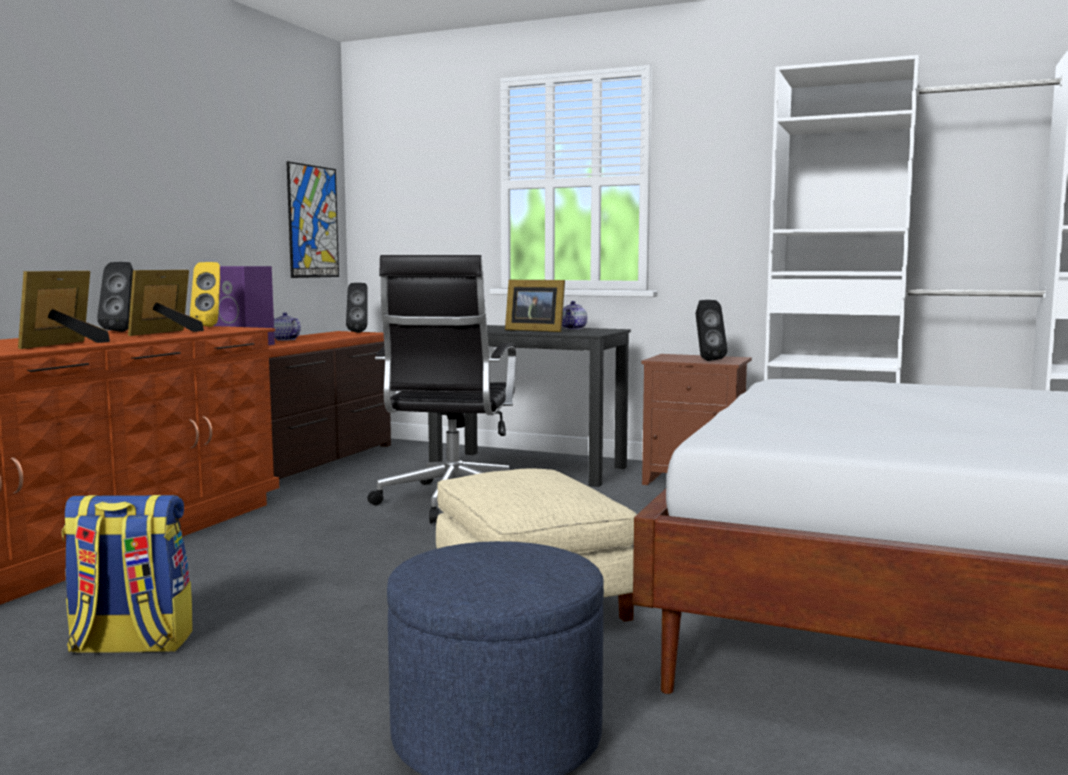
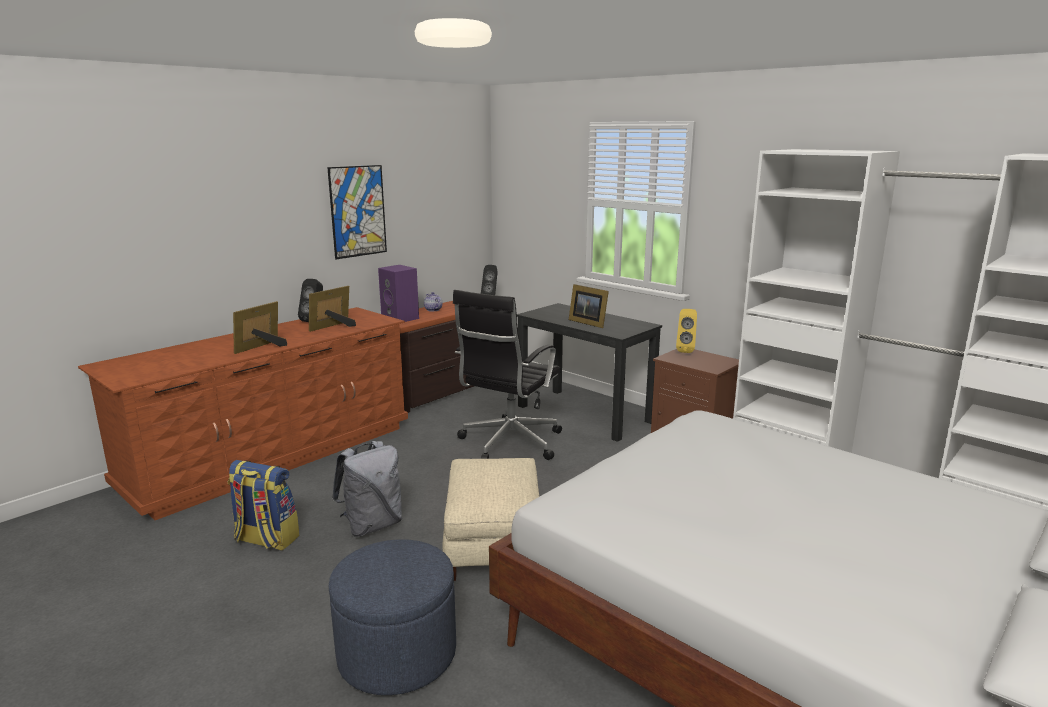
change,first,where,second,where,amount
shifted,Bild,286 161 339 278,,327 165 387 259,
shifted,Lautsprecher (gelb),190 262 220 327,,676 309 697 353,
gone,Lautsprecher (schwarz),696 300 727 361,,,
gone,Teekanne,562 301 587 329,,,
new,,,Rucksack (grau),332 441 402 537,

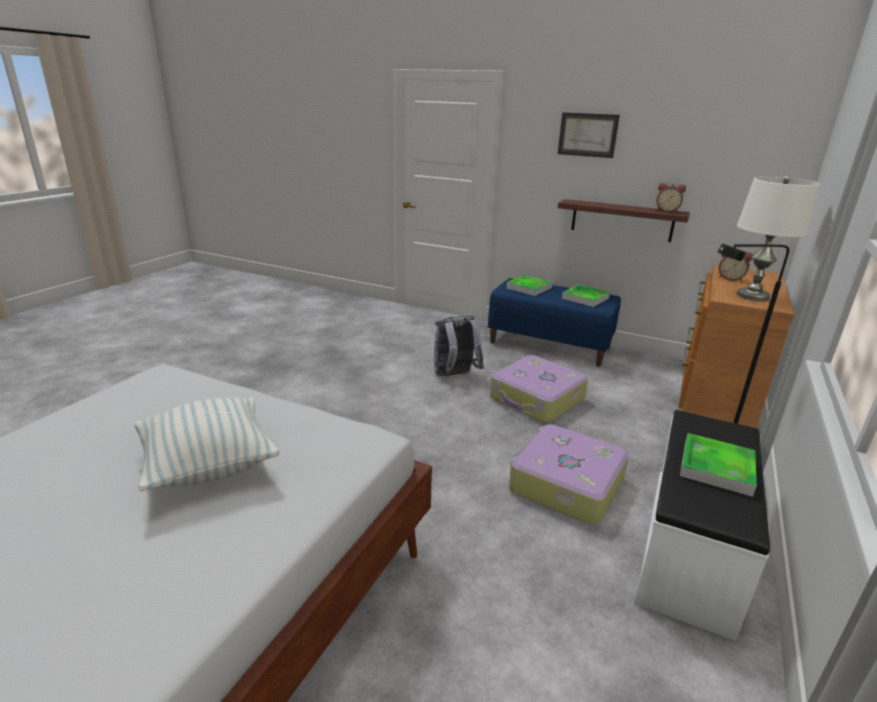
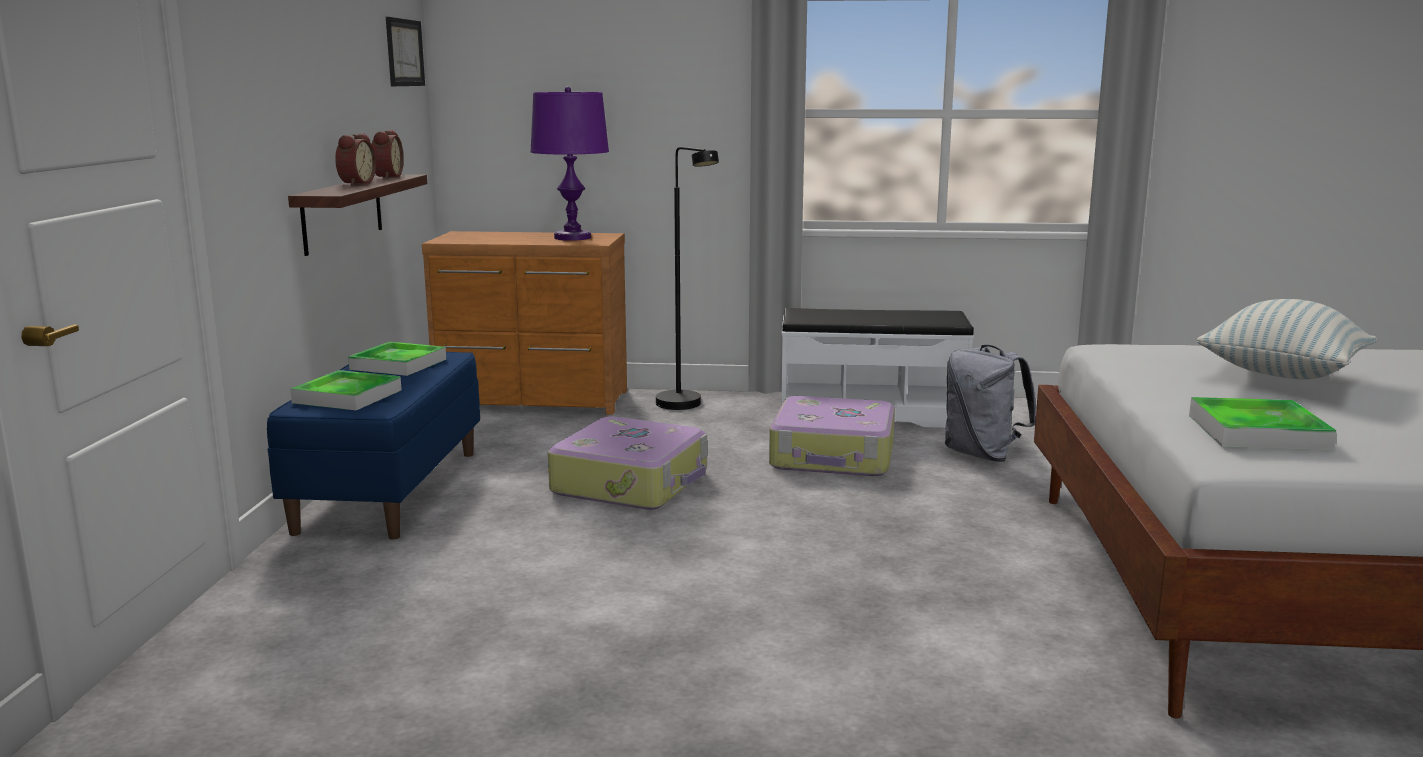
change,first,where,second,where,amount
shifted,Bild,558 112 620 158,,386 17 425 86,
repainted,Tischlampe (weiß),737 176 820 301,Tischlampe (lila),530 87 609 241,
shifted,Wecker,719 252 753 281,,335 133 376 185,
shifted,Rucksack (grau),434 315 484 376,,945 345 1036 462,
shifted,Tablett,680 433 757 497,,1189 397 1336 450,

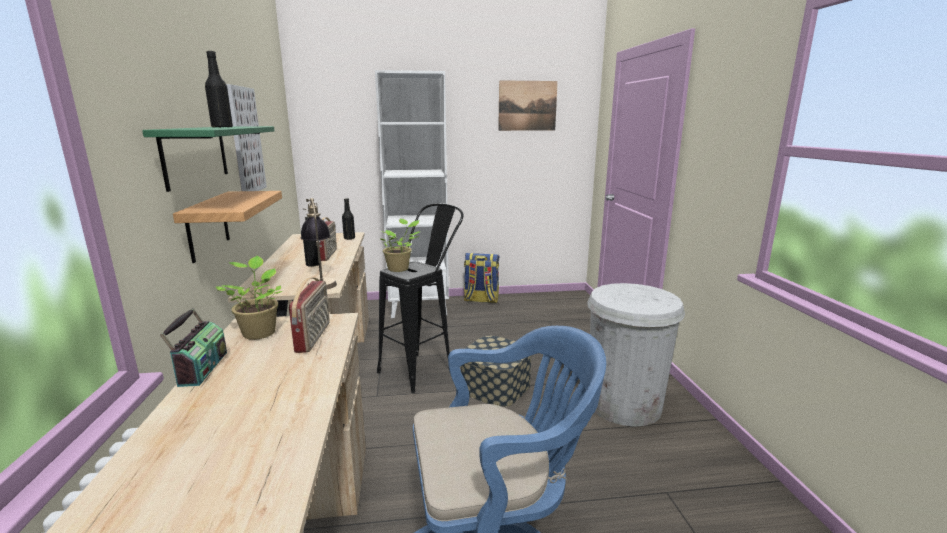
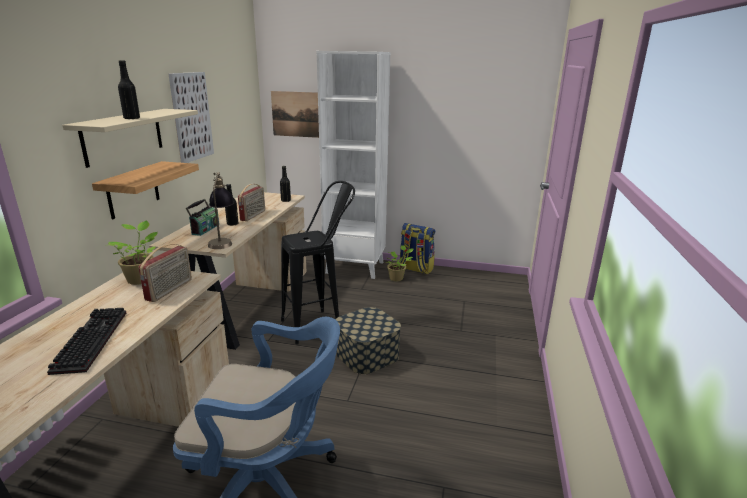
change,first,where,second,where,amount
shifted,Bild,498 80 558 131,,271 91 319 138,
repainted,Wandregal (grün),142 126 274 192,Wandregal (beige),62 109 198 168,
shifted,Topfpflanze,380 219 421 272,,386 245 413 281,
gone,Mülleimer (weiß),587 283 685 427,,,
shifted,Radio,160 308 227 387,,186 199 219 236,
new,,,Tastatur,47 308 126 375,

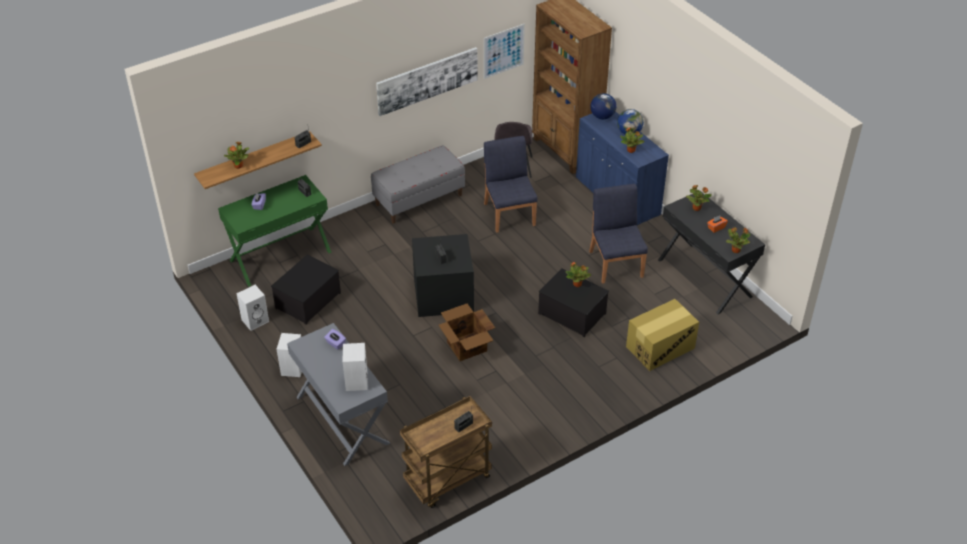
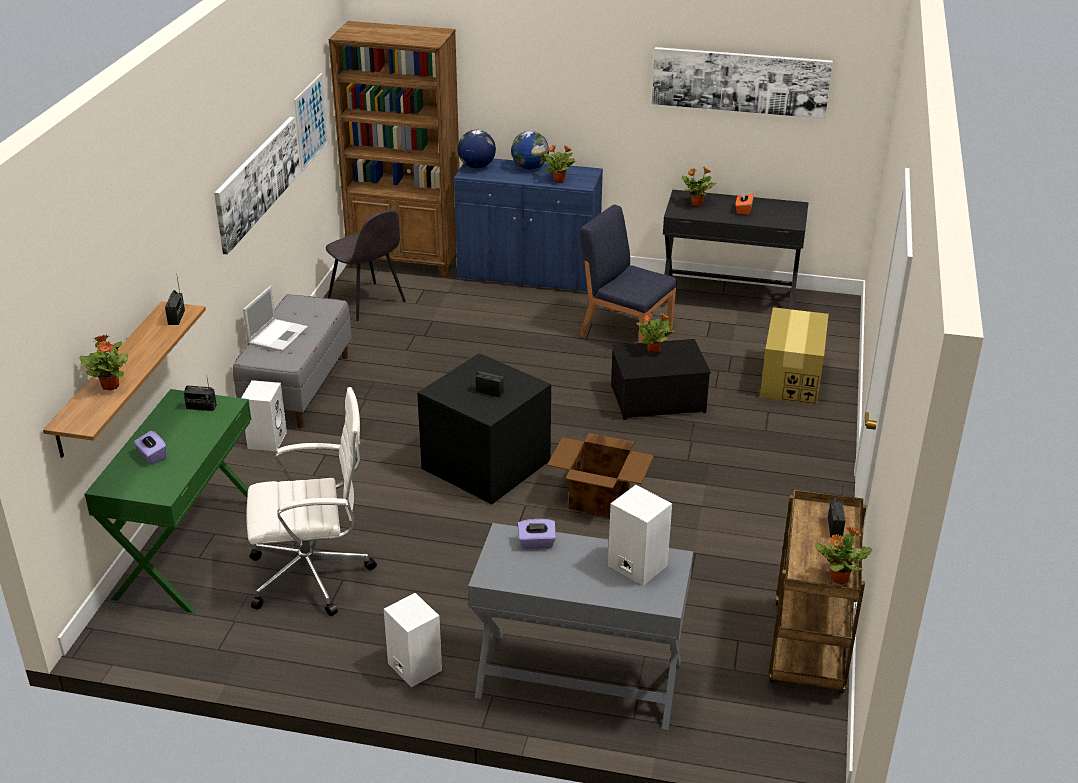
change,first,where,second,where,amount
gone,Stuhl (blau),484 136 537 233,,,
shifted,Topfpflanze,726 227 751 253,,815 526 872 584,
swapped,Aufbewahrungsbox,271 255 341 325,Bürostuhl (weiß),246 387 377 616,
shifted,Lautsprecher (weiß),236 285 269 331,,241 380 287 451,
new,,,Bild,652 47 833 119,
new,,,Laptop,243 286 308 352,

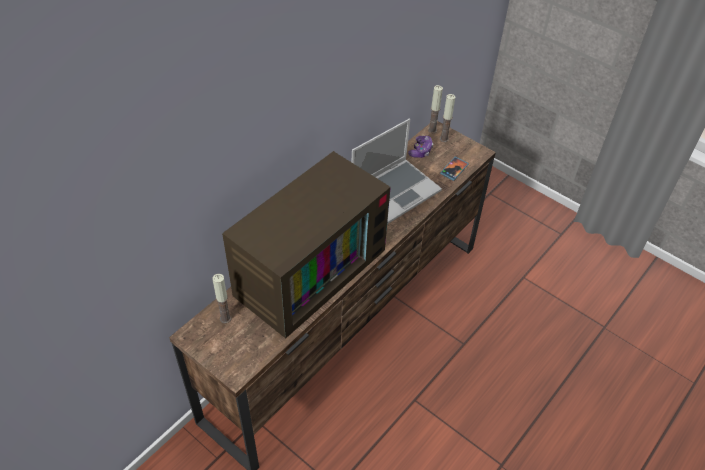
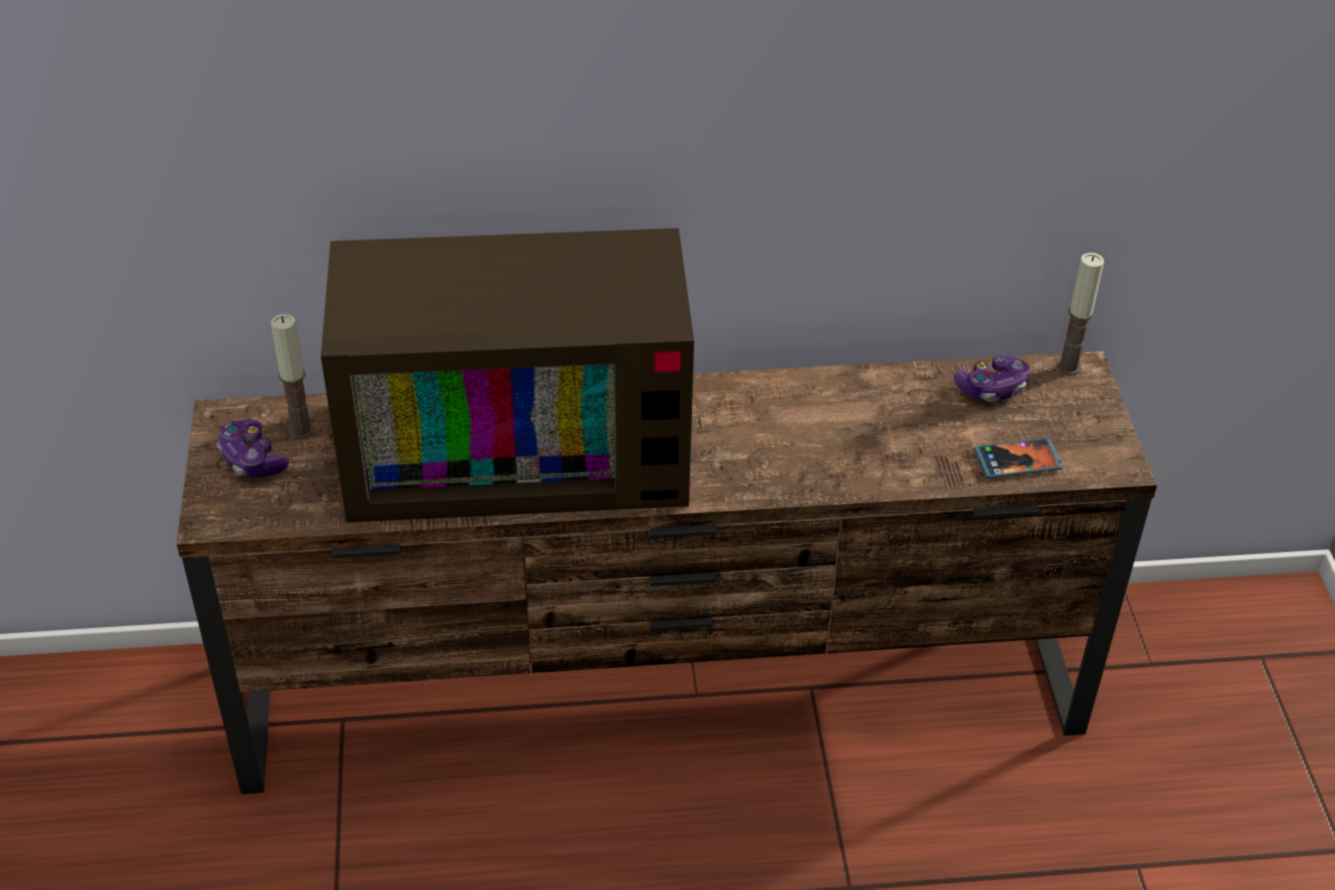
change,first,where,second,where,amount
gone,Kerze,440 94 455 142,,,
gone,Laptop,352 119 442 224,,,
new,,,Gamepad,217 419 289 478,

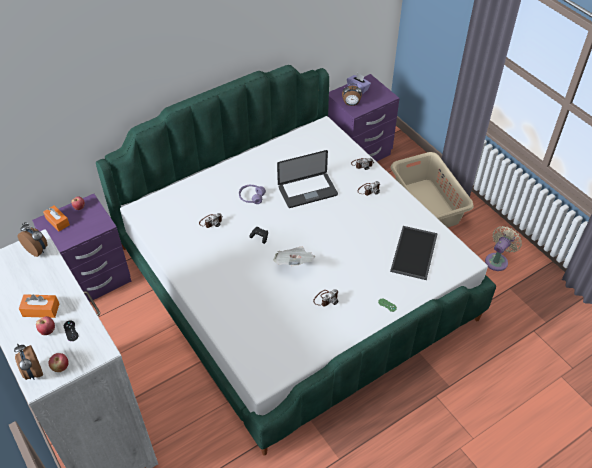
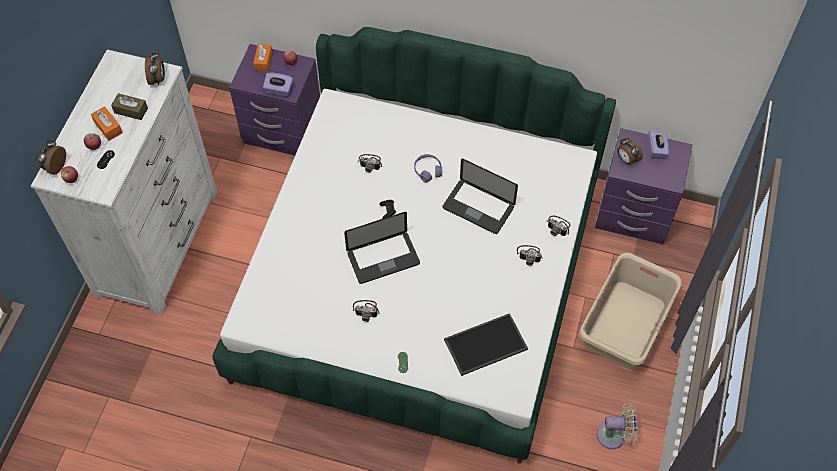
change,first,where,second,where,amount
swapped,Zeitung,273 246 316 266,Laptop,344 212 420 284,
new,,,Taschentuchbox (lila),263 73 293 97,
new,,,Taschentuchbox (braun),111 93 148 120,

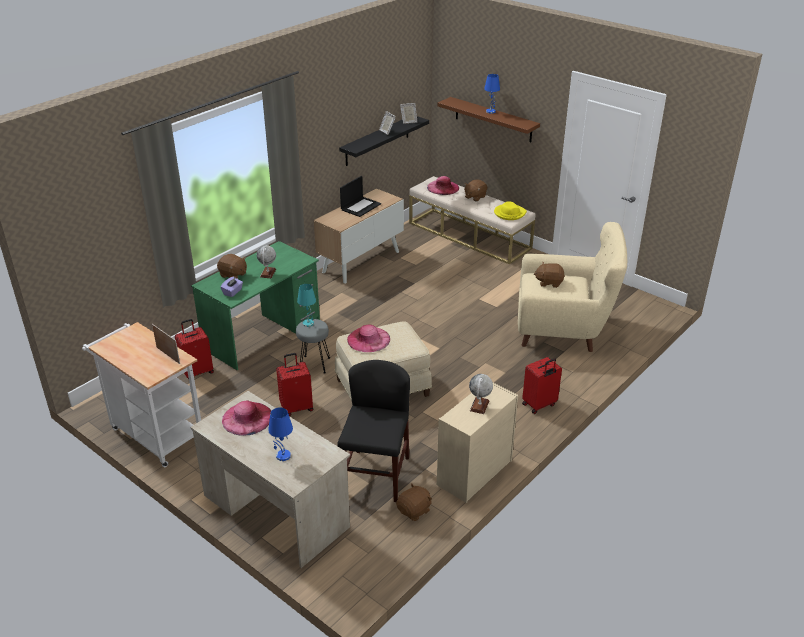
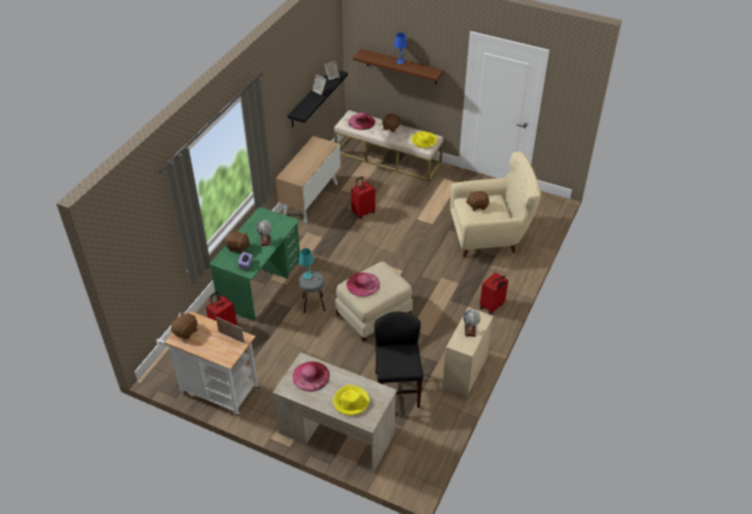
change,first,where,second,where,amount
gone,Laptop,340 176 381 217,,,
shifted,Koffer (rot),276 353 313 416,,351 177 375 219,
swapped,Tischlampe (blau),268 407 293 461,Hut (gelb),333 385 369 415,
shifted,Plüschtier (braun),396 483 432 521,,171 312 198 339,

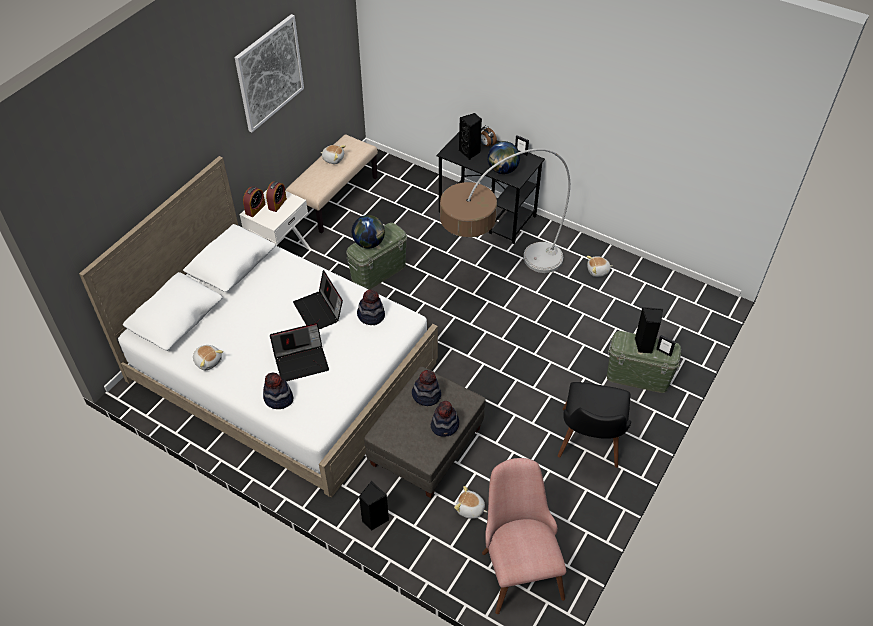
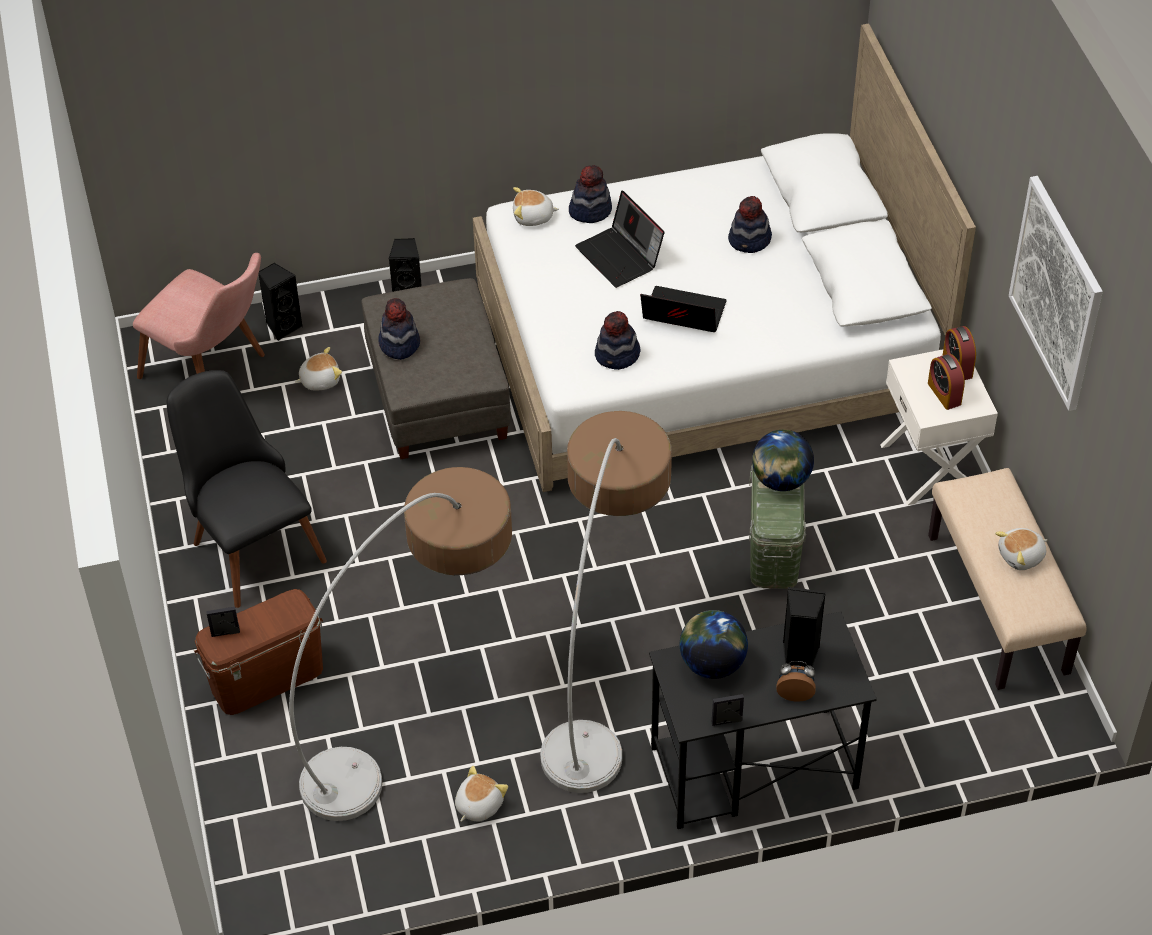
change,first,where,second,where,amount
shifted,Lautsprecher (schwarz),635 307 663 354,,258 262 302 341,
rotated,Laptop,270 323 329 381,,575 191 665 288,60 degrees counterclockwise
repainted,Aufbewahrungsbox (grün),607 331 682 393,Aufbewahrungsbox (braun),194 589 323 715,
shifted,Plüschtier,193 345 223 371,,513 187 559 226,
shifted,Hut,412 370 441 406,,728 196 772 253,
new,,,Stehlampe,289 467 512 821,

